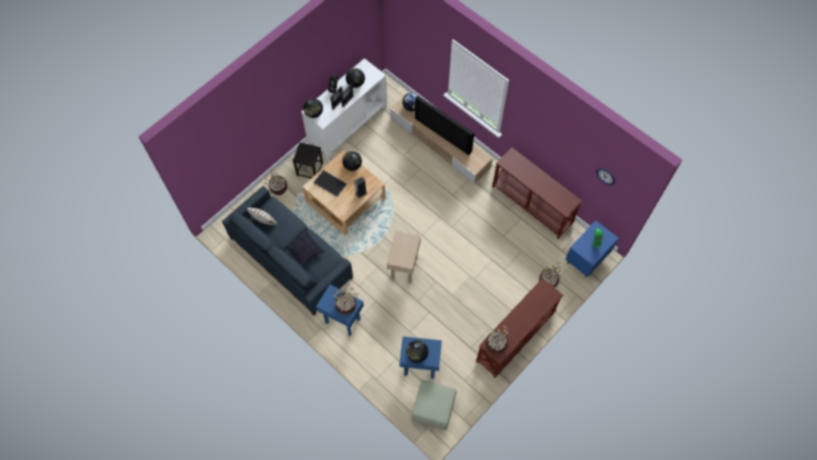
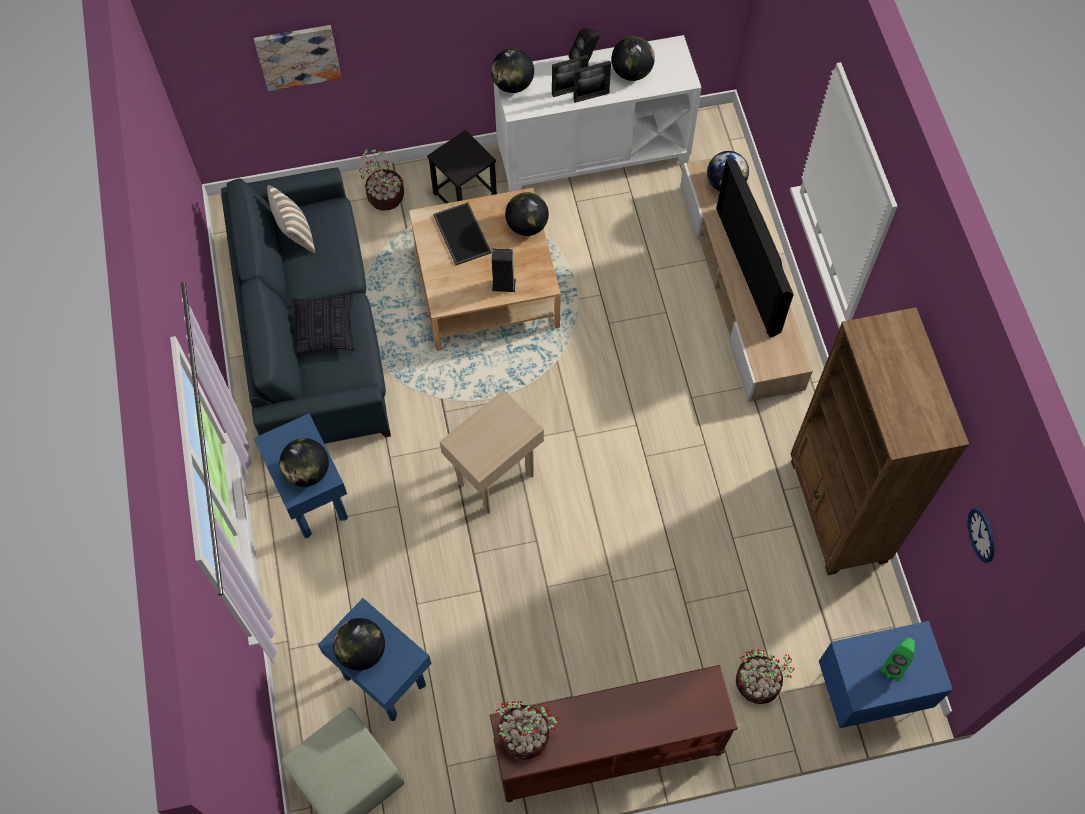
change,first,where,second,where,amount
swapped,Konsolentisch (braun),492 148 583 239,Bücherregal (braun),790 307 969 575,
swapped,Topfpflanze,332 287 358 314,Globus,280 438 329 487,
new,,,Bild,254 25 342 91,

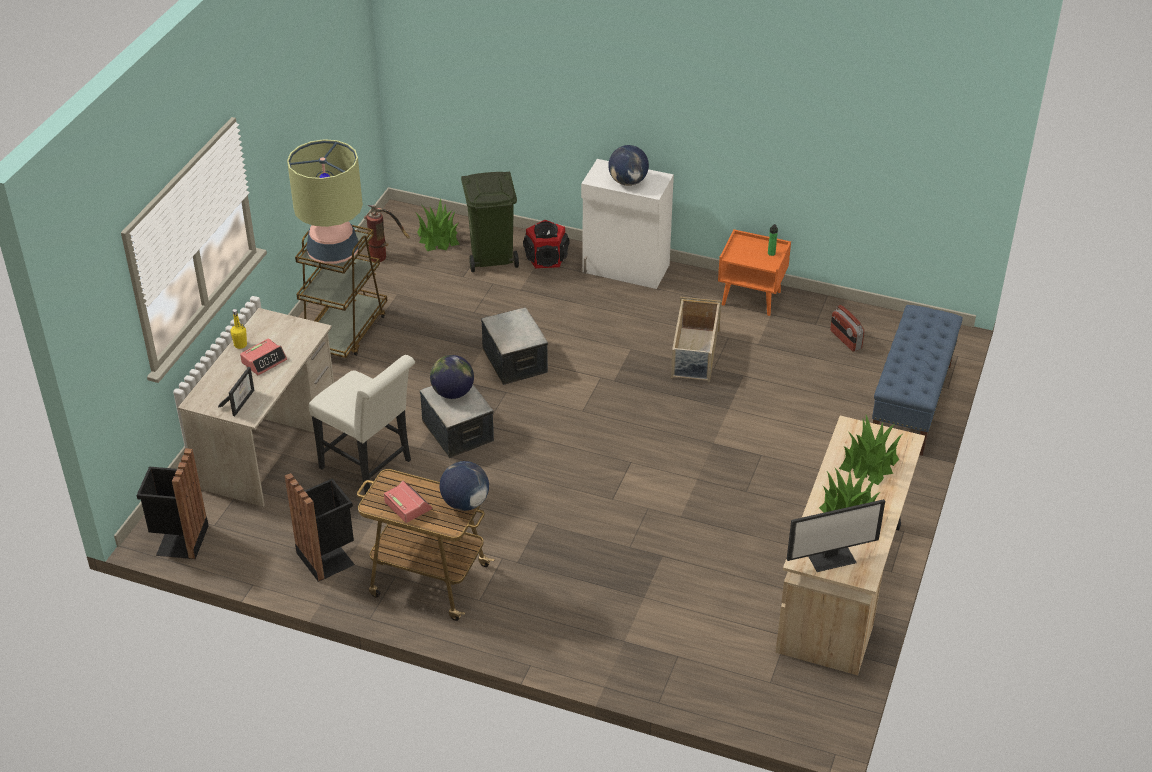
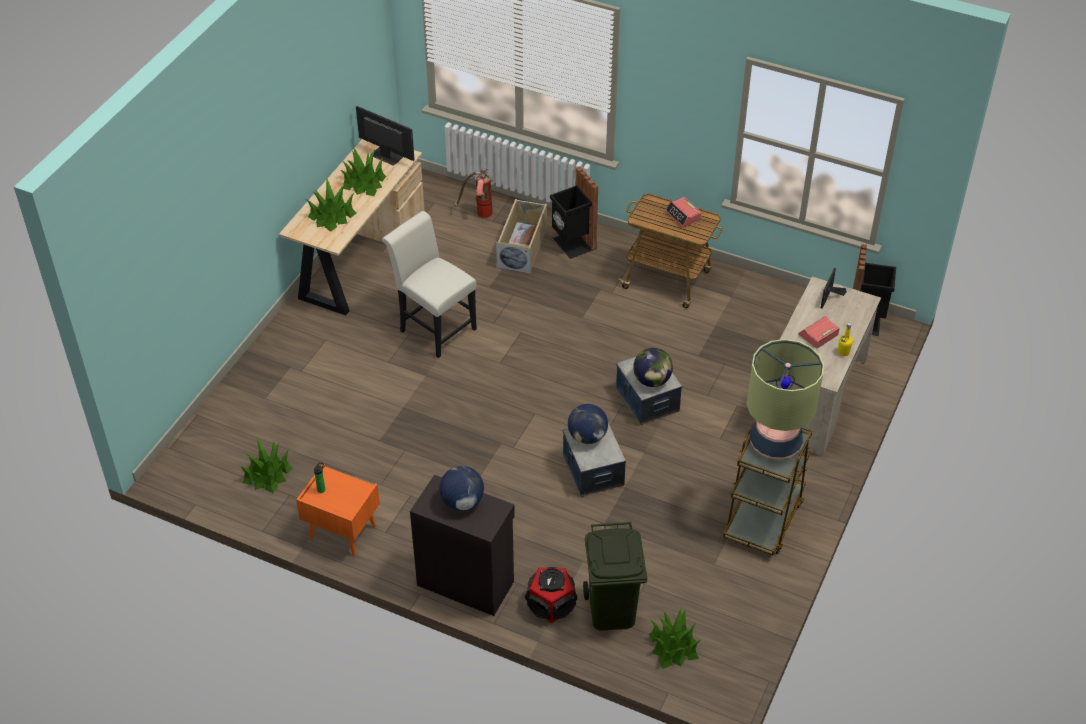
change,first,where,second,where,amount
repainted,Schrank (weiß),581 159 674 289,Schrank (schwarz),410 475 515 616,
shifted,Feuerlöscher,364 205 410 262,,455 168 493 218,
shifted,Aufbewahrungsbox (beige),671 297 721 382,,496 199 547 274,
swapped,Radio,830 305 865 352,Topfpflanze,239 438 293 493,
gone,Bank (blau),872 305 963 456,,,
shifted,Stuhl (weiß),309 355 415 494,,382 211 477 358,
shifted,Globus,440 461 489 511,,568 404 608 444,
shifted,Mülleimer (schwarz),285 473 355 582,,550 167 598 259,
rotated,Monitor,787 499 885 572,,356 106 415 166,45 degrees clockwise

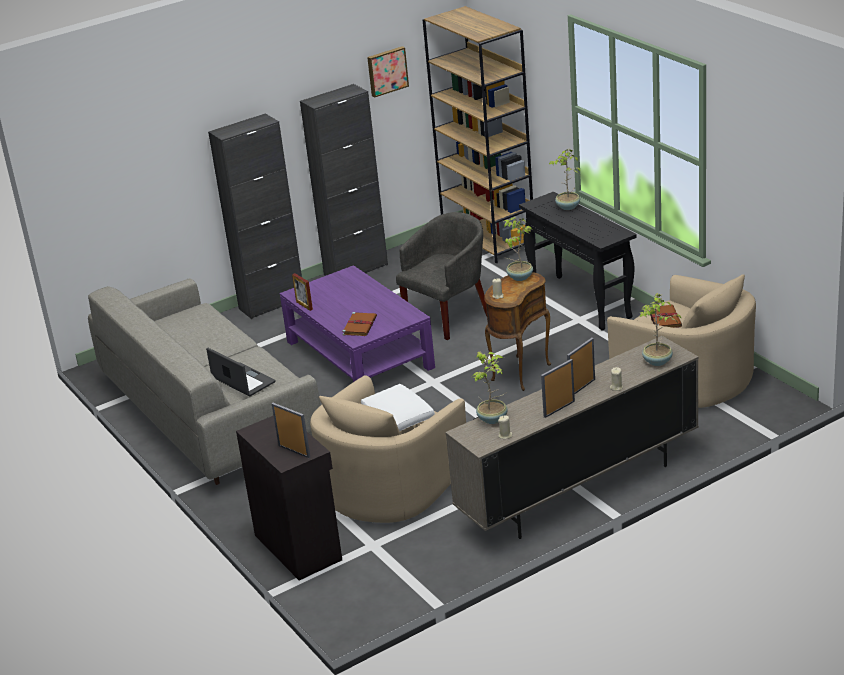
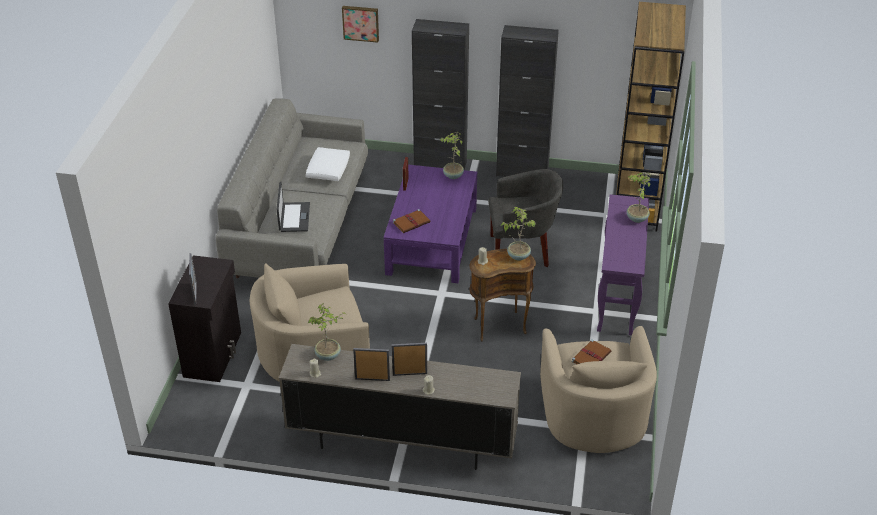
change,first,where,second,where,amount
shifted,Bild,367 46 409 98,,342 6 379 43,
repainted,Konsolentisch (schwarz),519 192 637 331,Konsolentisch (lila),597 194 649 335,
shifted,Topfpflanze,639 293 682 366,,440 132 464 179,
shifted,Kissen (weiß),361 384 435 431,,306 147 350 181,

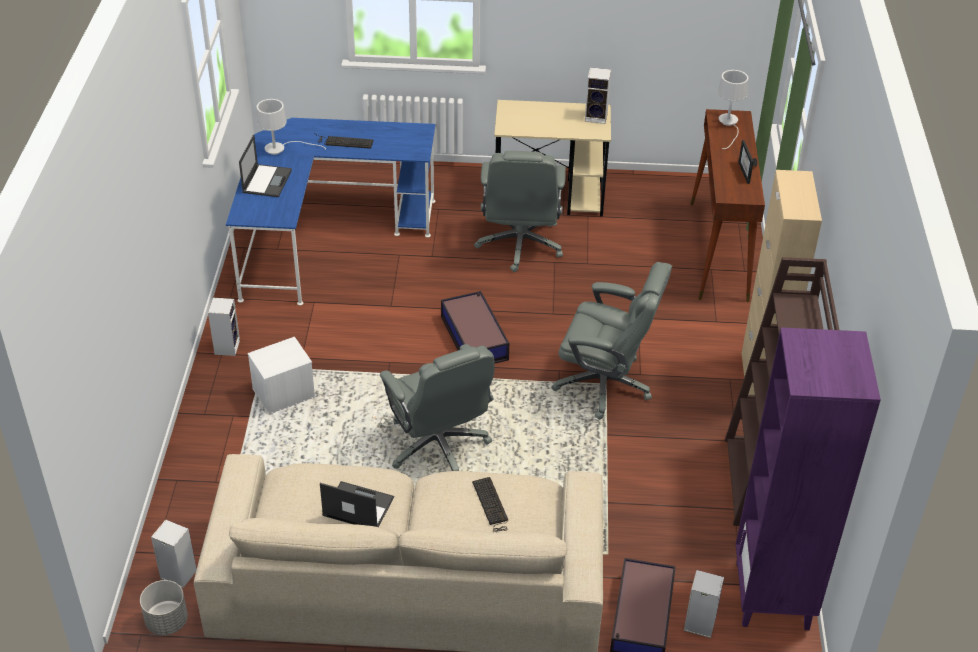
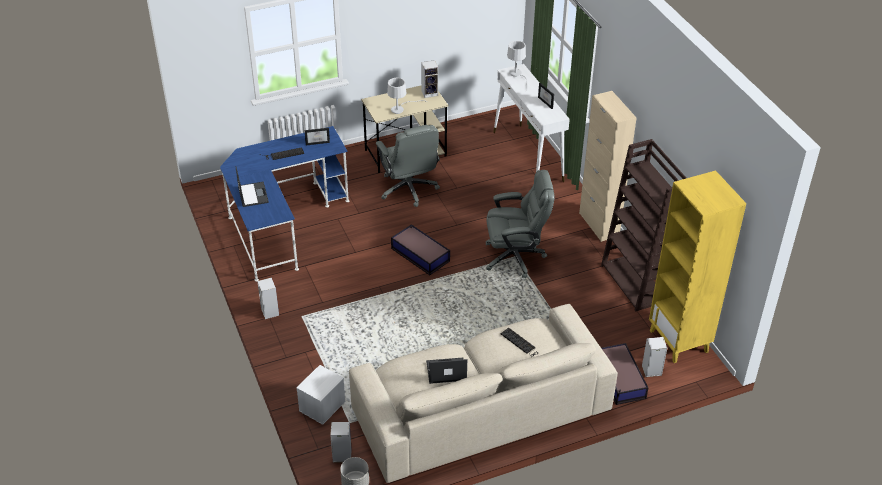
change,first,where,second,where,amount
shifted,Tischlampe (weiß),256 99 326 155,,387 78 427 114,
repainted,Konsolentisch (braun),690 109 765 302,Konsolentisch (weiß),493 64 570 182,
repainted,Bücherregal (lila),736 327 881 630,Bücherregal (gelb),649 170 746 363,
shifted,Aufbewahrungsbox (weiß),248 337 315 414,,296 365 345 425,
gone,Bürostuhl (grau),380 344 495 471,,,
new,,,Bilderrahmen,305 128 330 145,

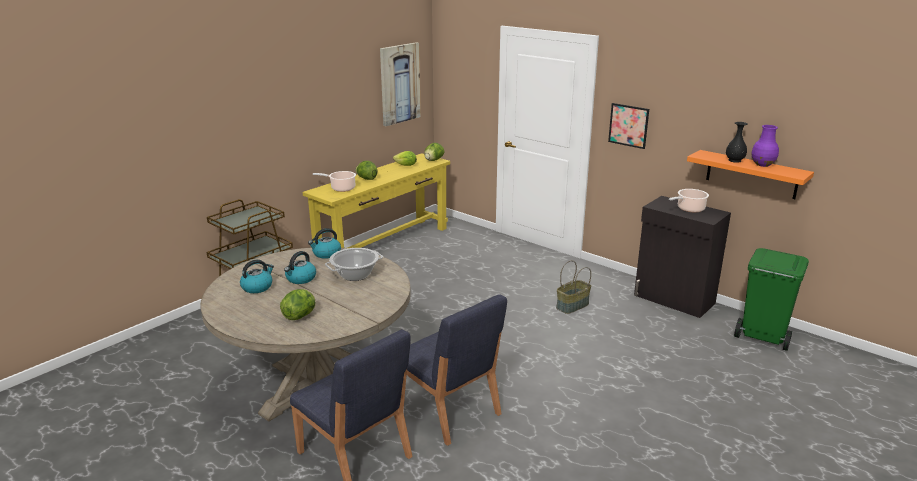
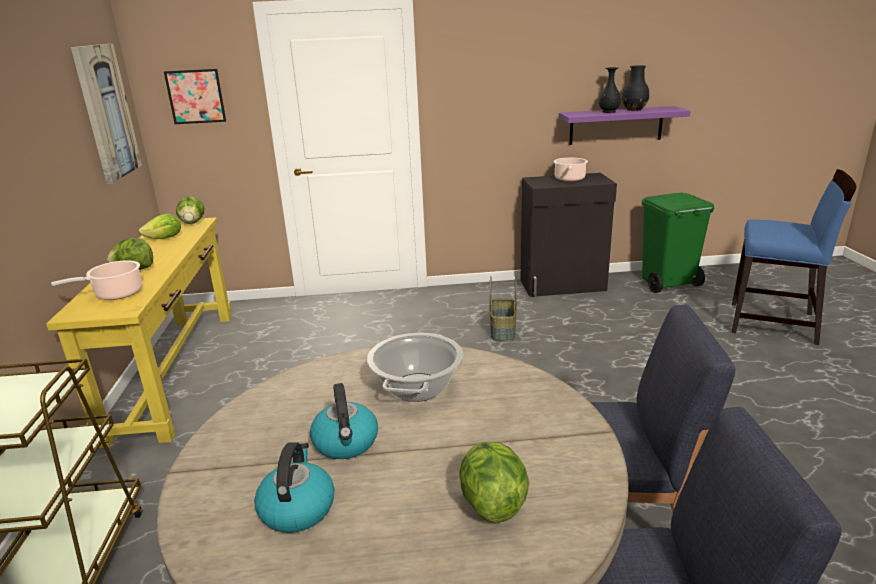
change,first,where,second,where,amount
shifted,Bild,608 103 649 149,,164 69 226 124,
repainted,Vase (lila),751 125 779 167,Vase (schwarz),621 65 649 111,
repainted,Wandregal (orange),687 150 814 199,Wandregal (lila),559 106 690 145,
gone,Wasserkessel,308 228 341 259,,,
new,,,Stuhl (blau),732 169 856 345,

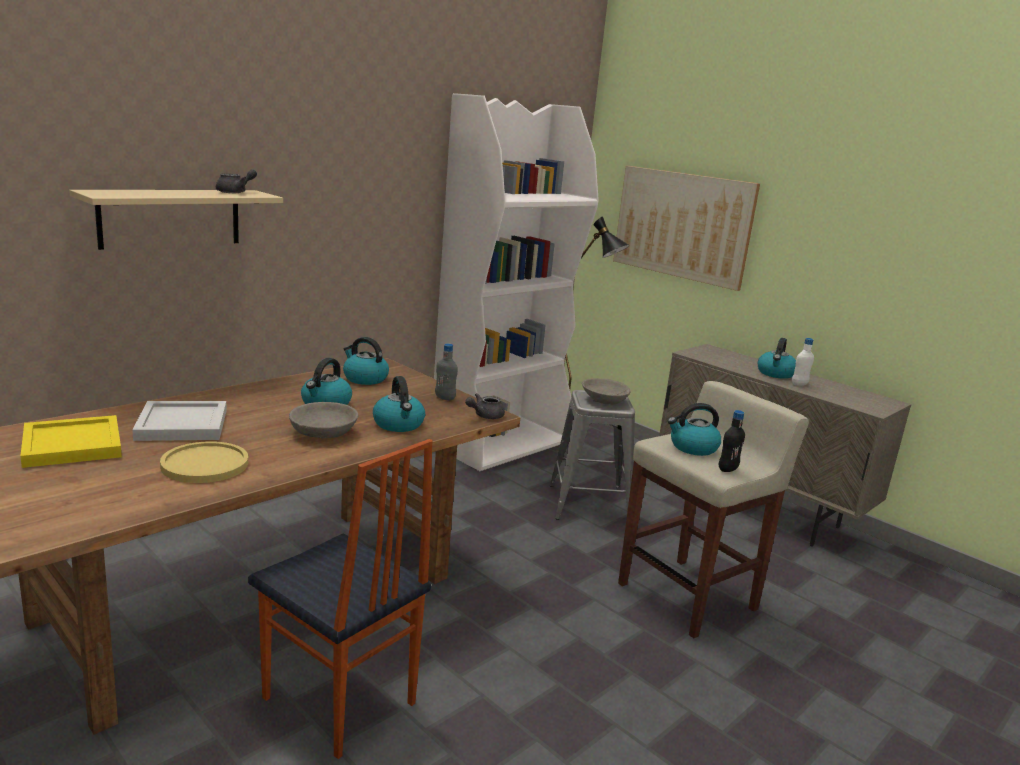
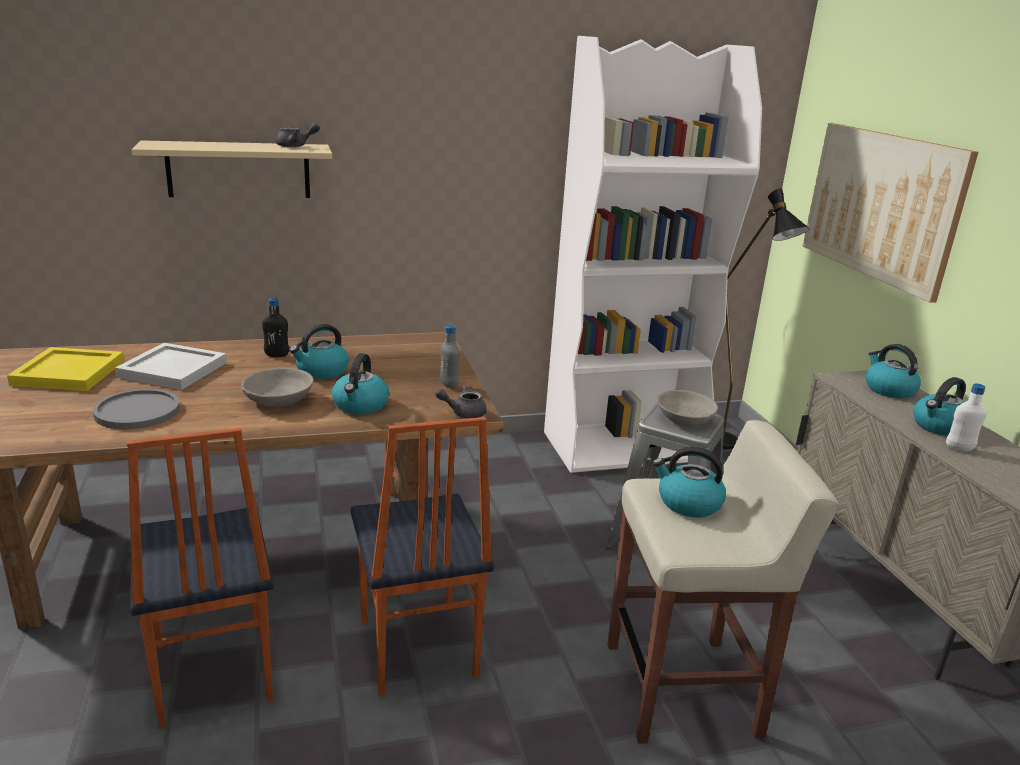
change,first,where,second,where,amount
shifted,Wasserkessel,343 337 389 385,,866 344 921 398,
shifted,Flasche (schwarz),719 410 745 472,,262 298 289 357,
repainted,Teller (gelb),160 441 248 483,Teller (grau),93 389 180 430,
new,,,Stuhl,350 417 494 697,

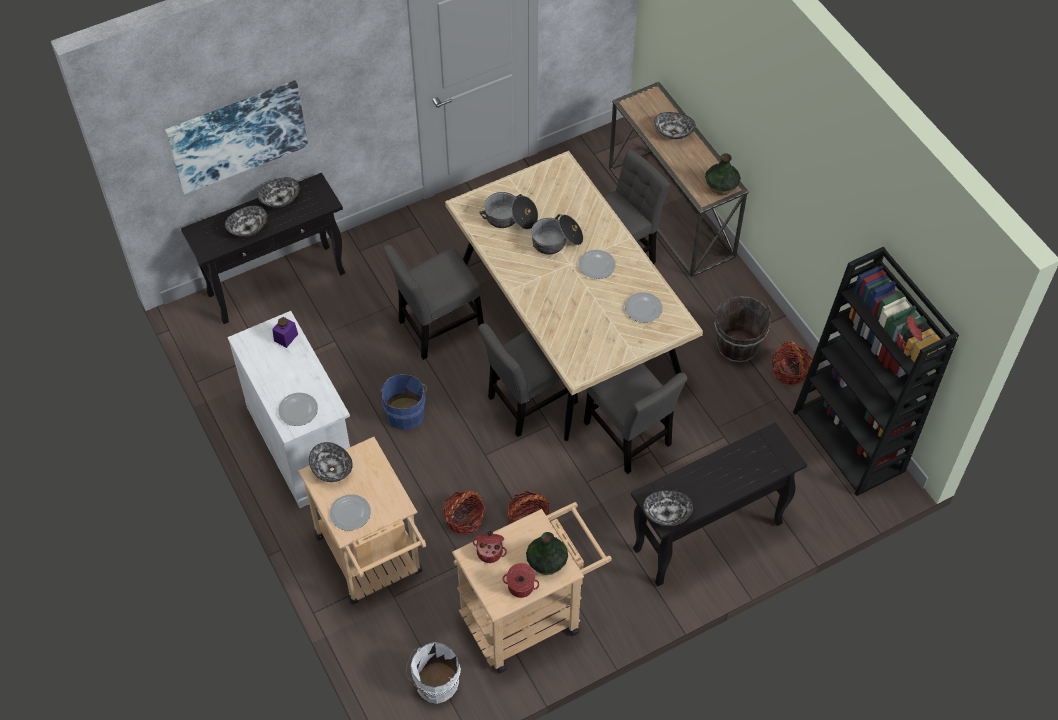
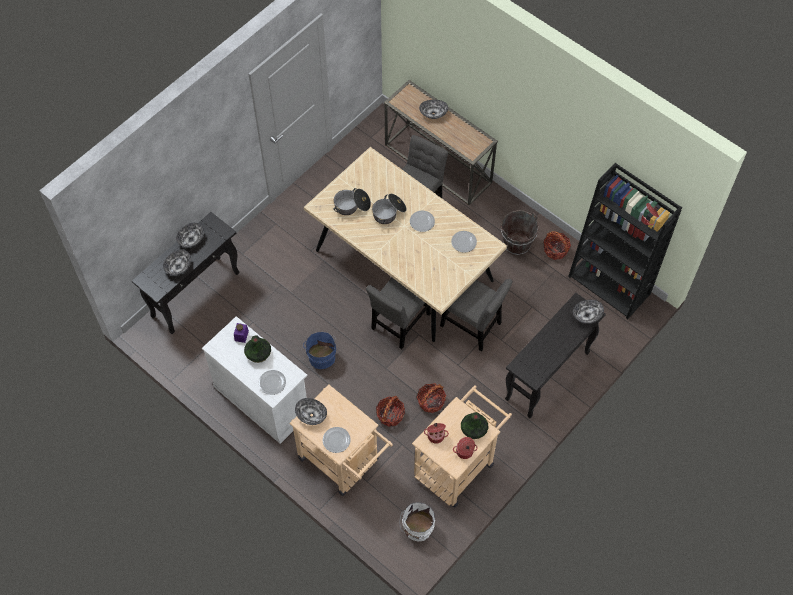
change,first,where,second,where,amount
gone,Bild,165 80 308 194,,,
shifted,Vase,705 153 741 195,,244 335 271 363,
gone,Stuhl (grau),383 245 484 360,,,
shifted,Schüssel,643 490 693 526,,573 300 604 324,

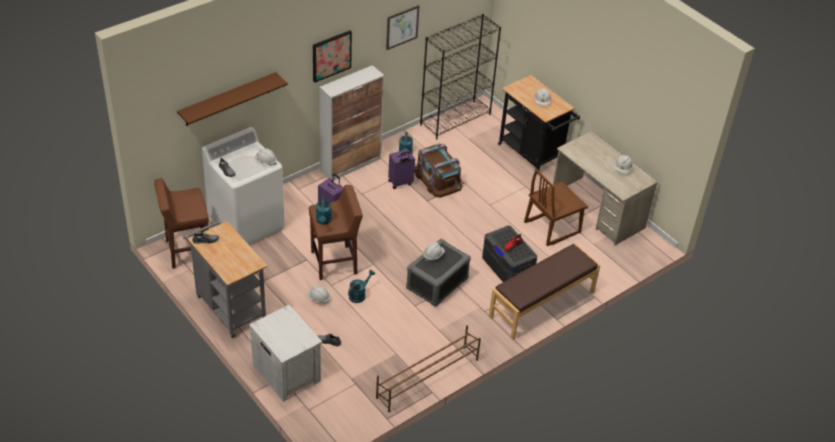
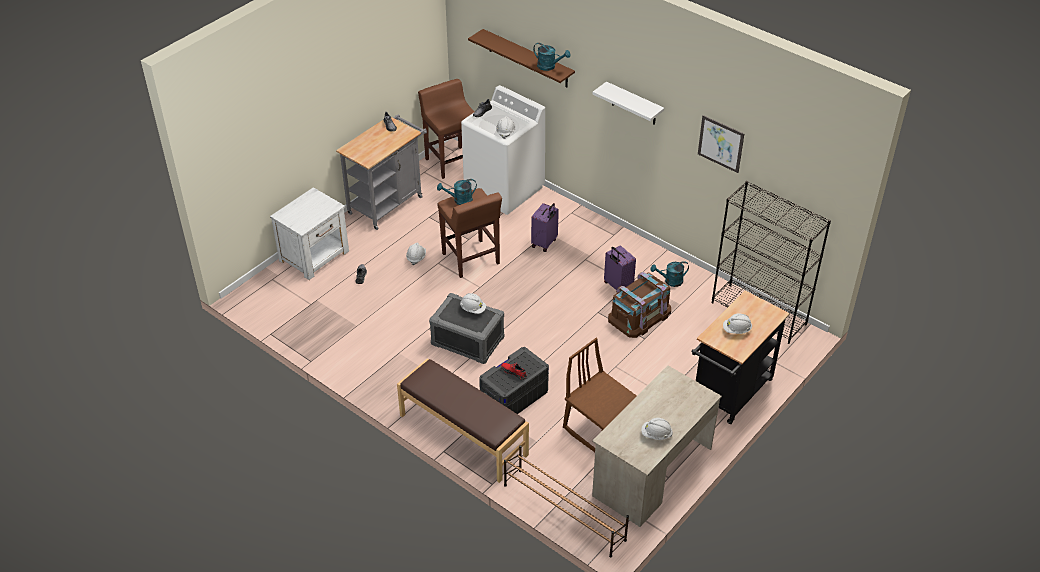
change,first,where,second,where,amount
swapped,Bild,313 30 352 82,Wandregal (weiß),593 81 664 125,
gone,Schrank,319 65 384 180,,,
shifted,Gießkanne (türkis),348 270 375 303,,533 43 571 71,
shifted,Schuhregal (braun),376 325 481 412,,504 445 629 558,

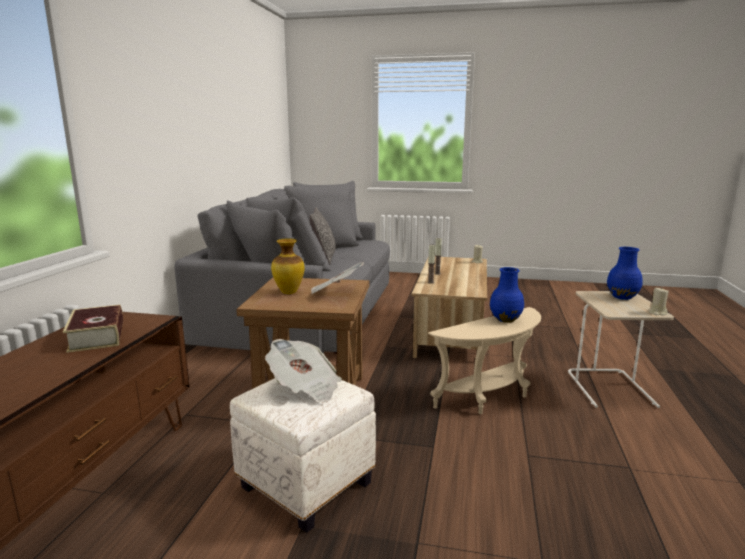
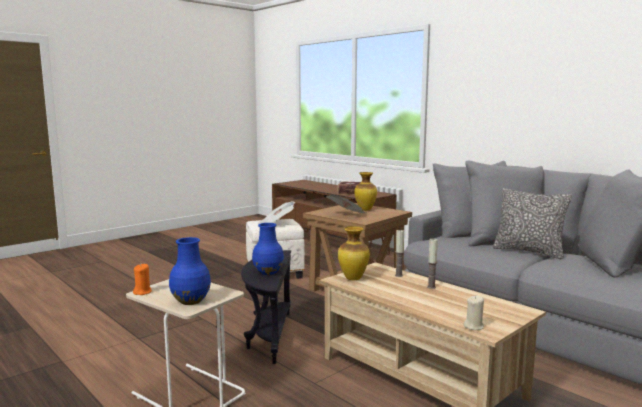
change,first,where,second,where,amount
repainted,Kerze (beige),649 288 669 316,Kerze (orange),133 264 152 295,
repainted,Beistelltisch (beige),428 307 541 414,Beistelltisch (schwarz),241 250 291 364,
new,,,Vase,338 226 370 280,

